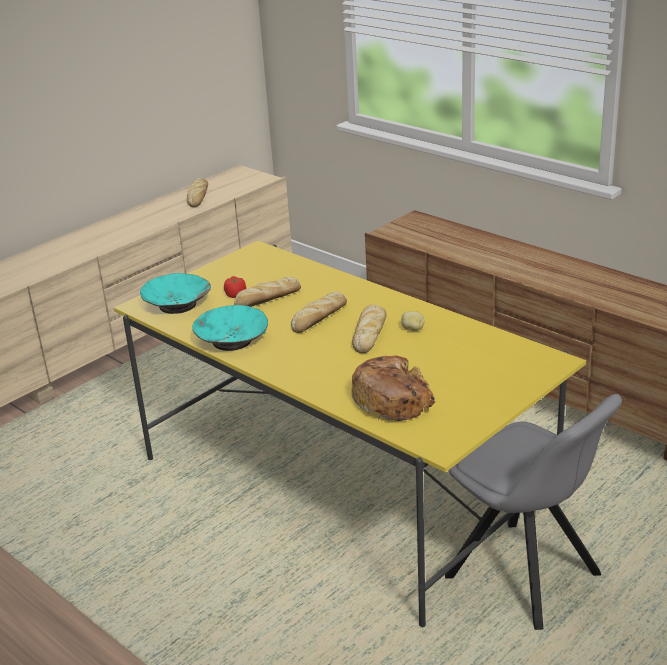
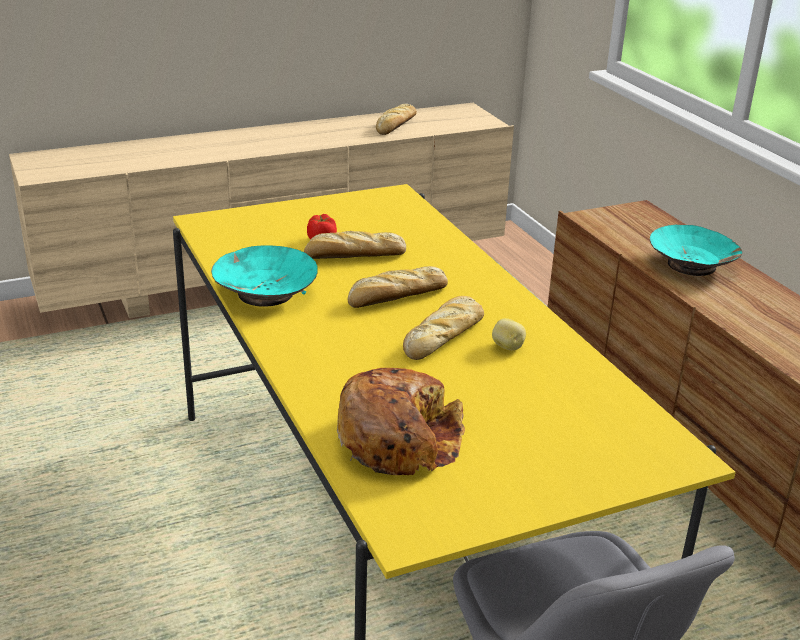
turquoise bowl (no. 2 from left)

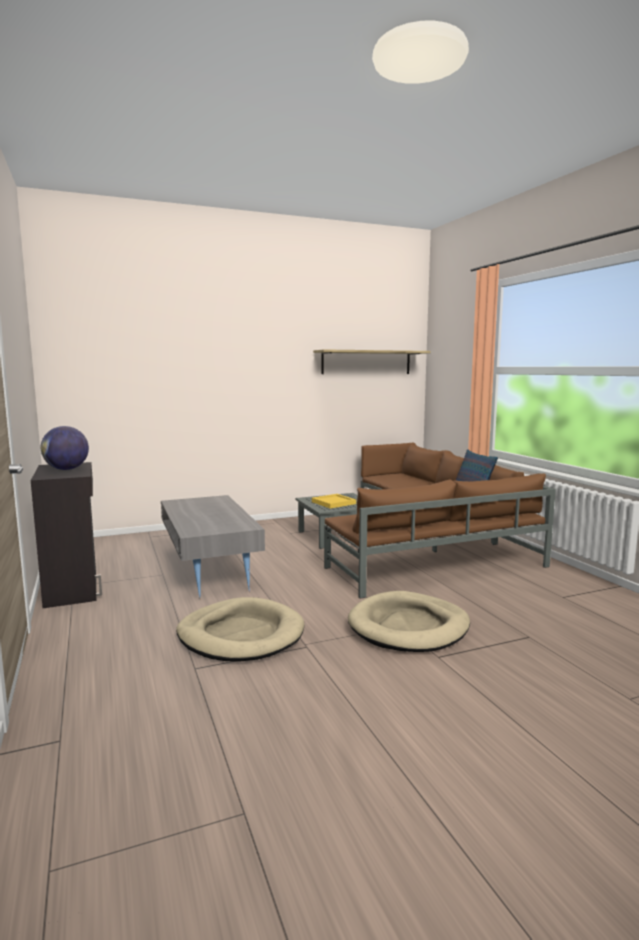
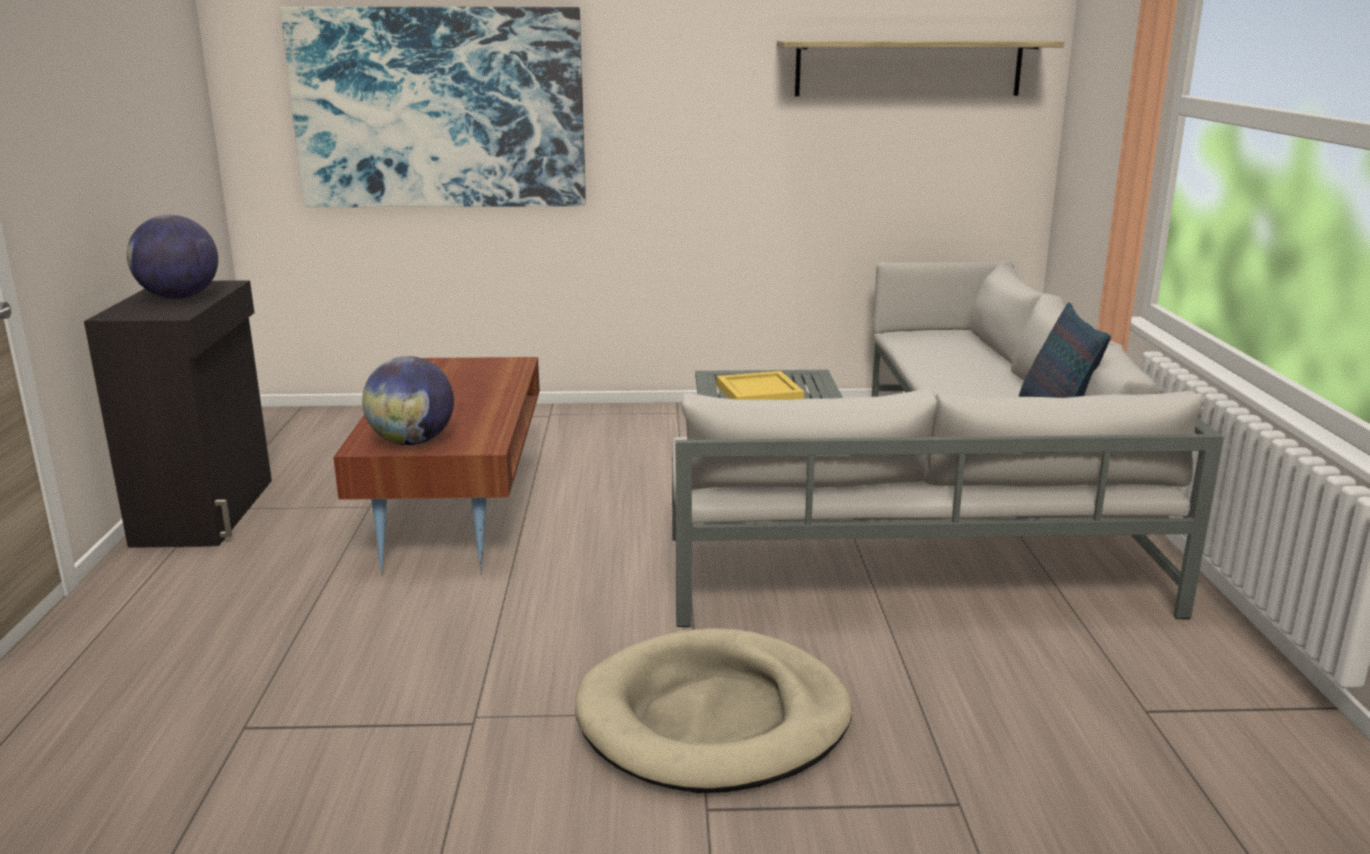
beige dog bed (no. 1 from left in the first image)
picture
globe (no. 2 from left)
brown coffee table
white sofa

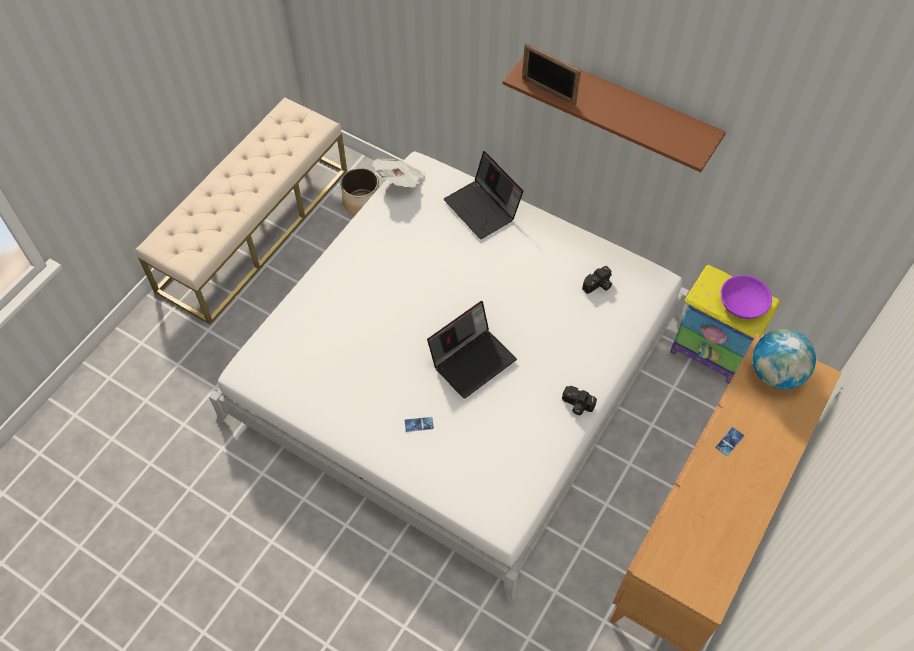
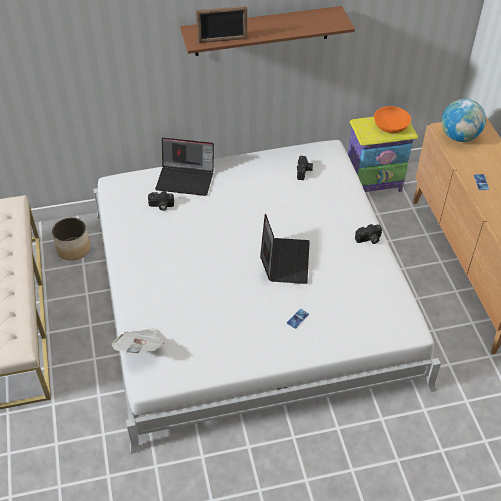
photo camera (no. 1 from left)
newspaper
orange bowl

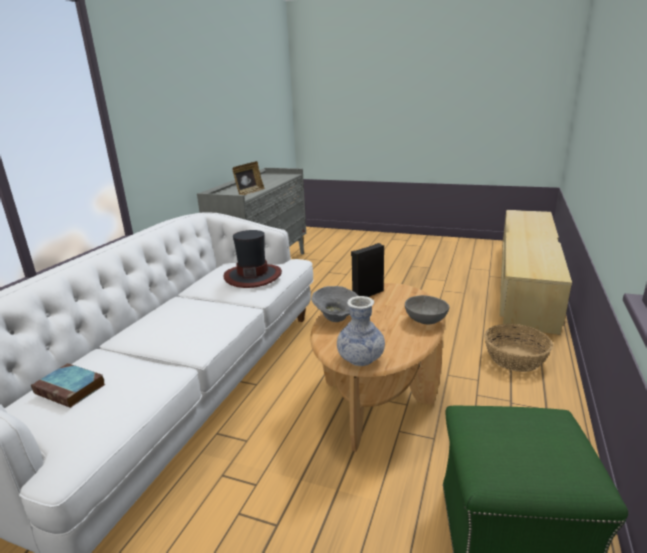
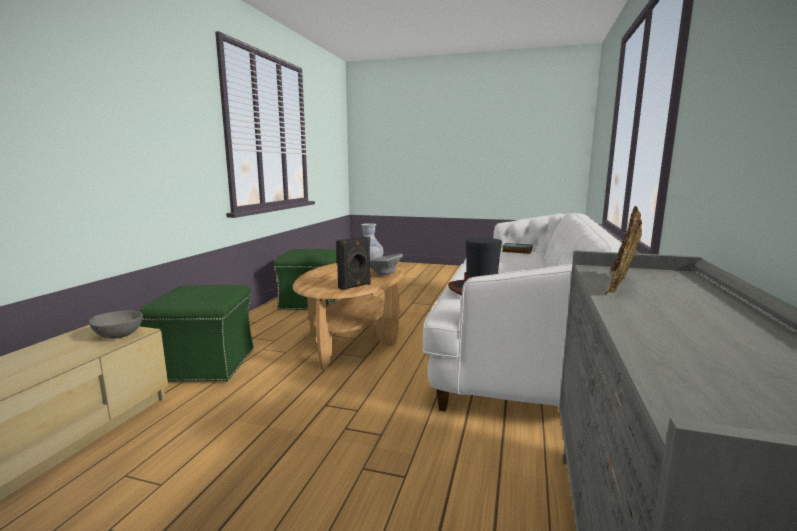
grey bowl (no. 1 from left)
green ottoman (no. 1 from left)

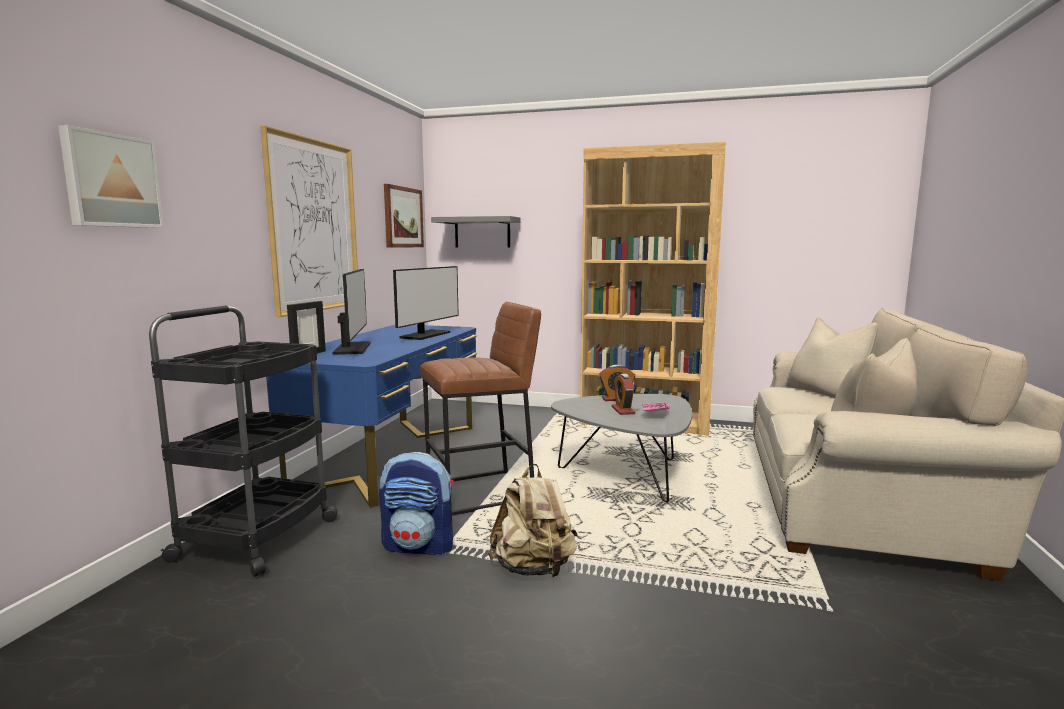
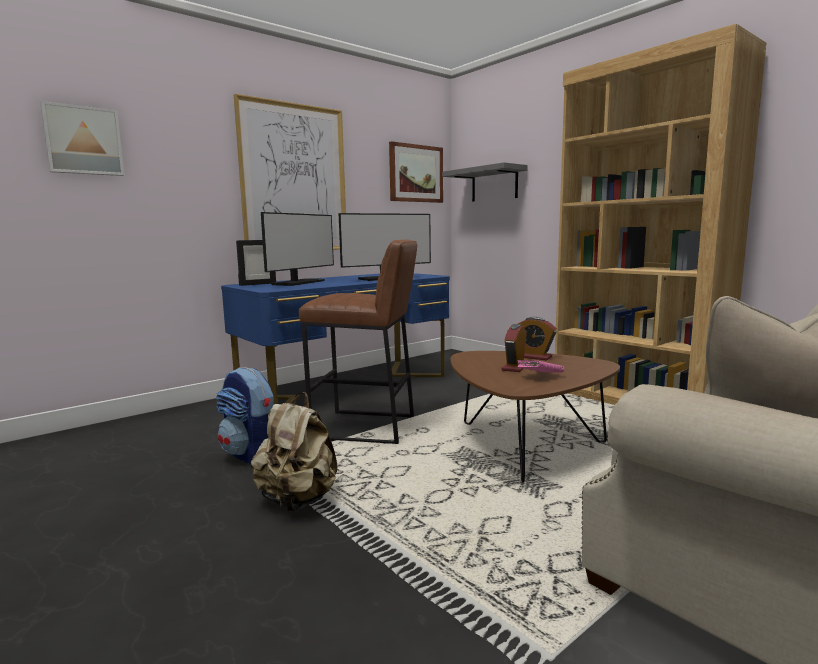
black cart
brown coffee table

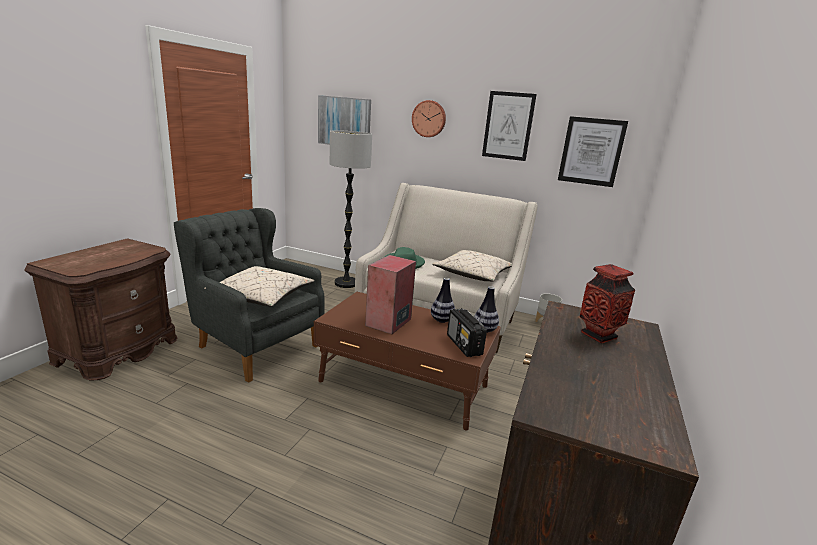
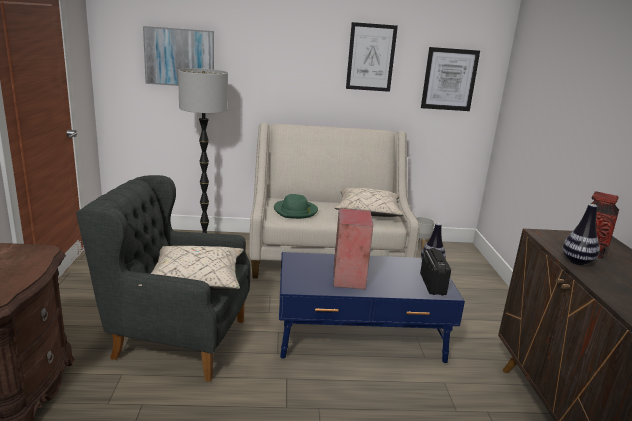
wall clock
vase (no. 2 from left)
blue coffee table
radio

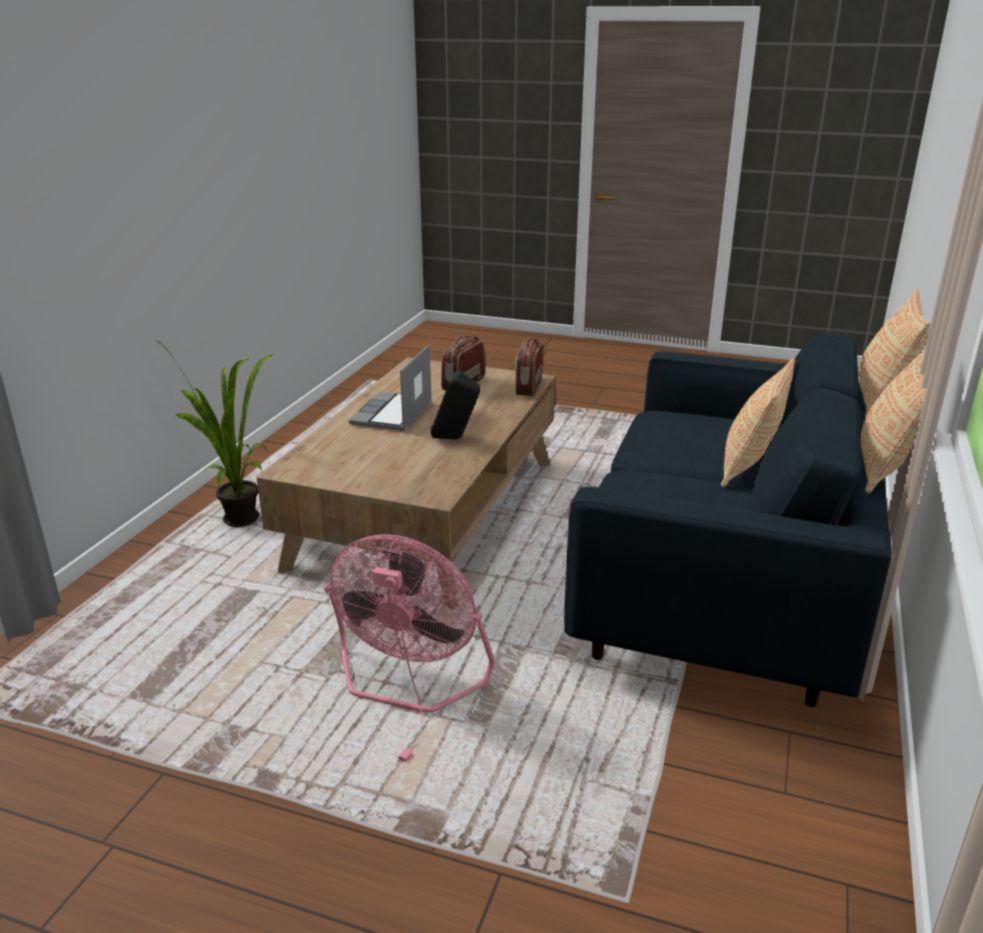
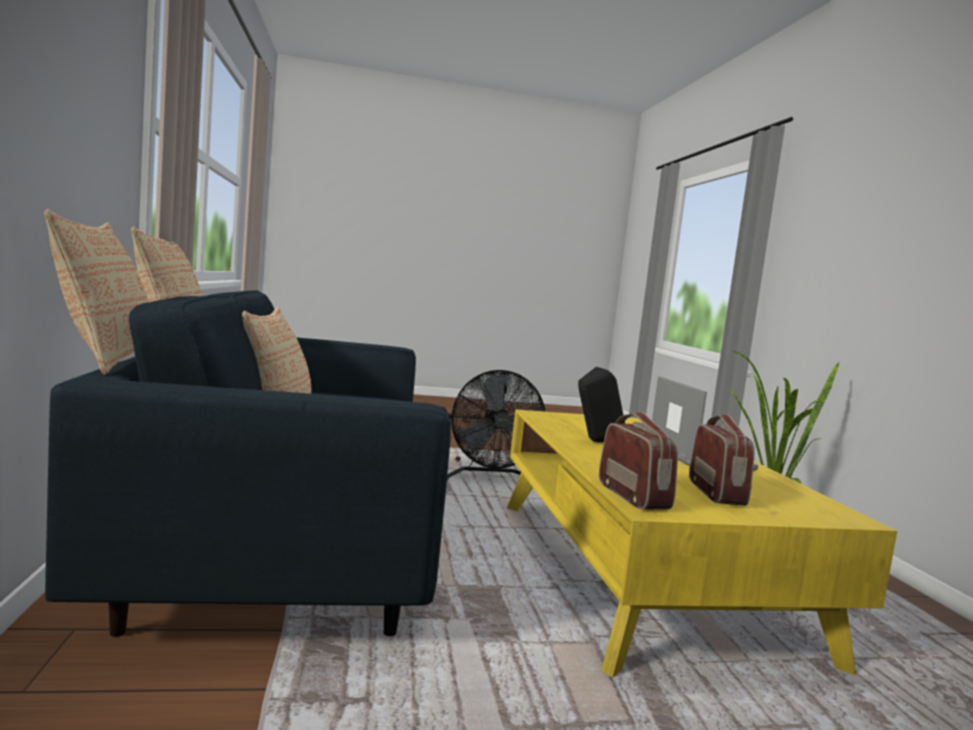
yellow coffee table
black fan

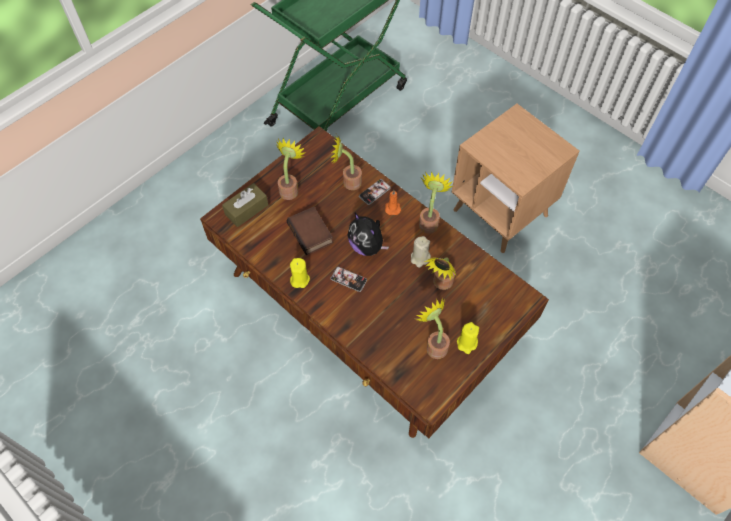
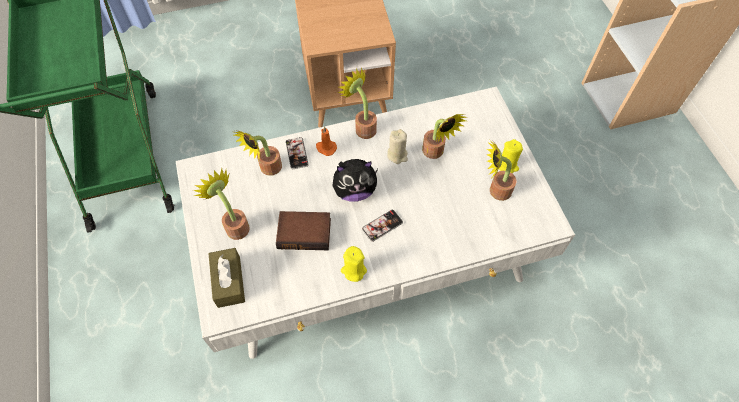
white coffee table

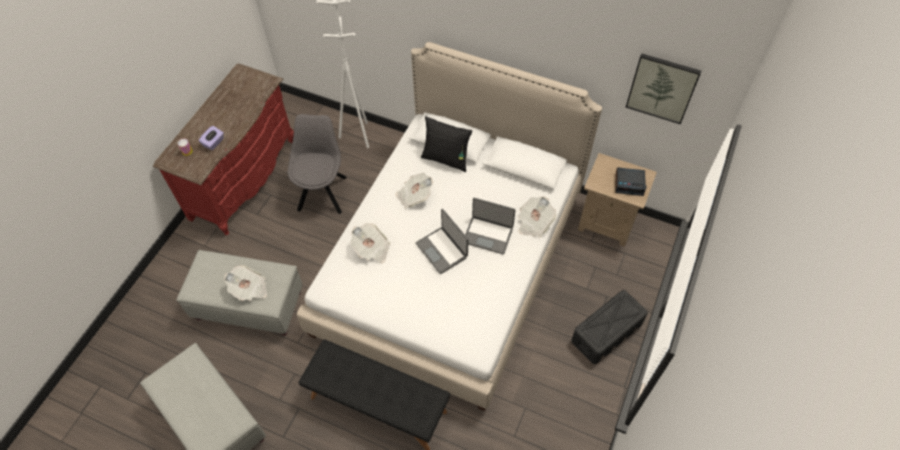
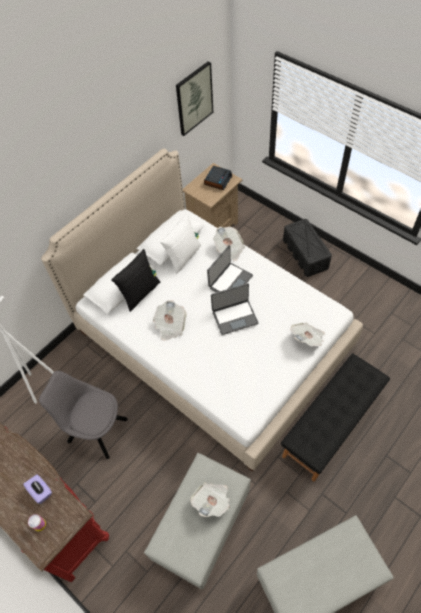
white pillow
newspaper (no. 4 from left)

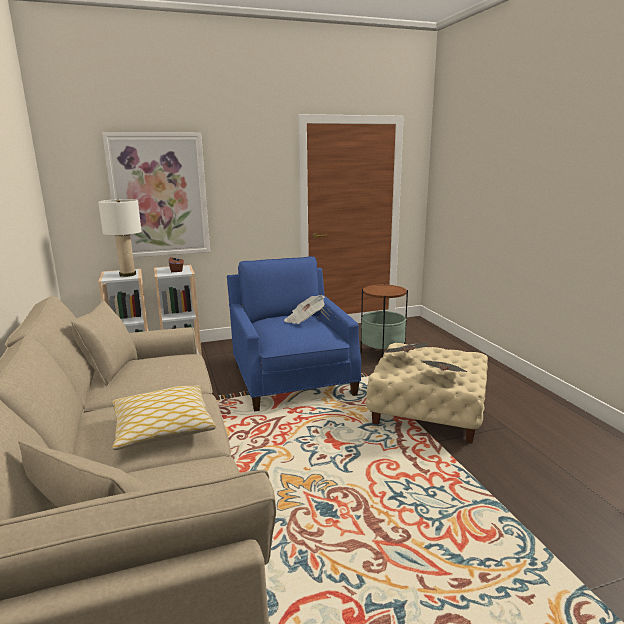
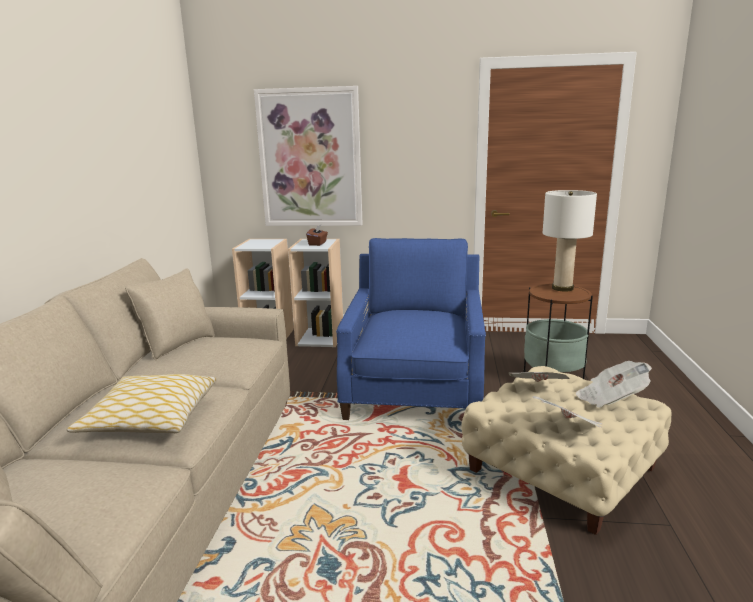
white table lamp
newspaper (no. 3 from left)

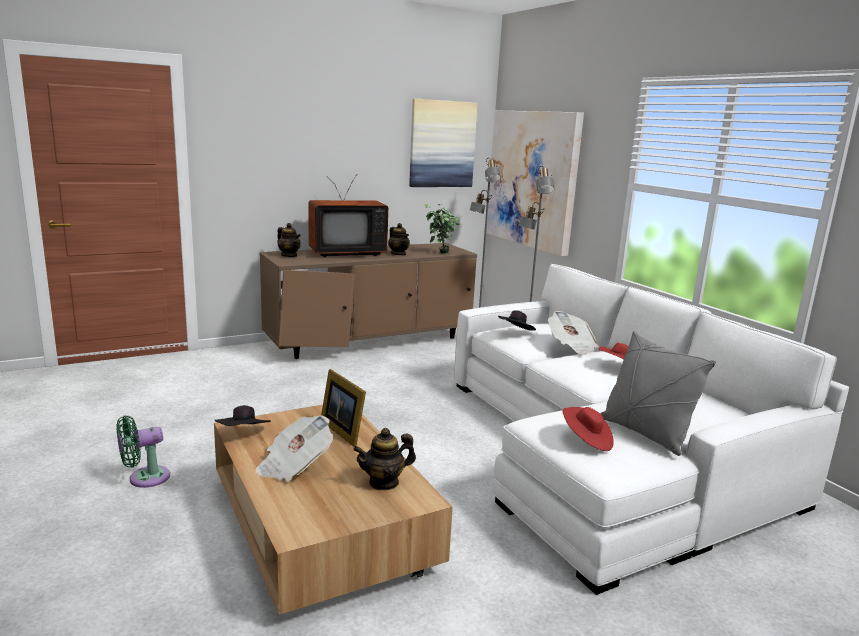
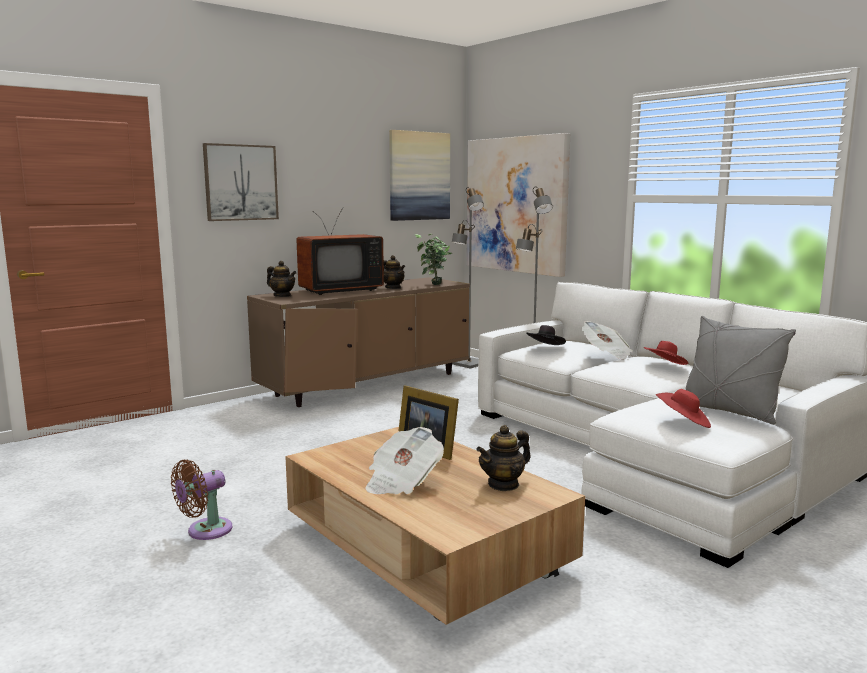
black hat (no. 1 from left in the first image)
picture (no. 1 from left)
brown fan

